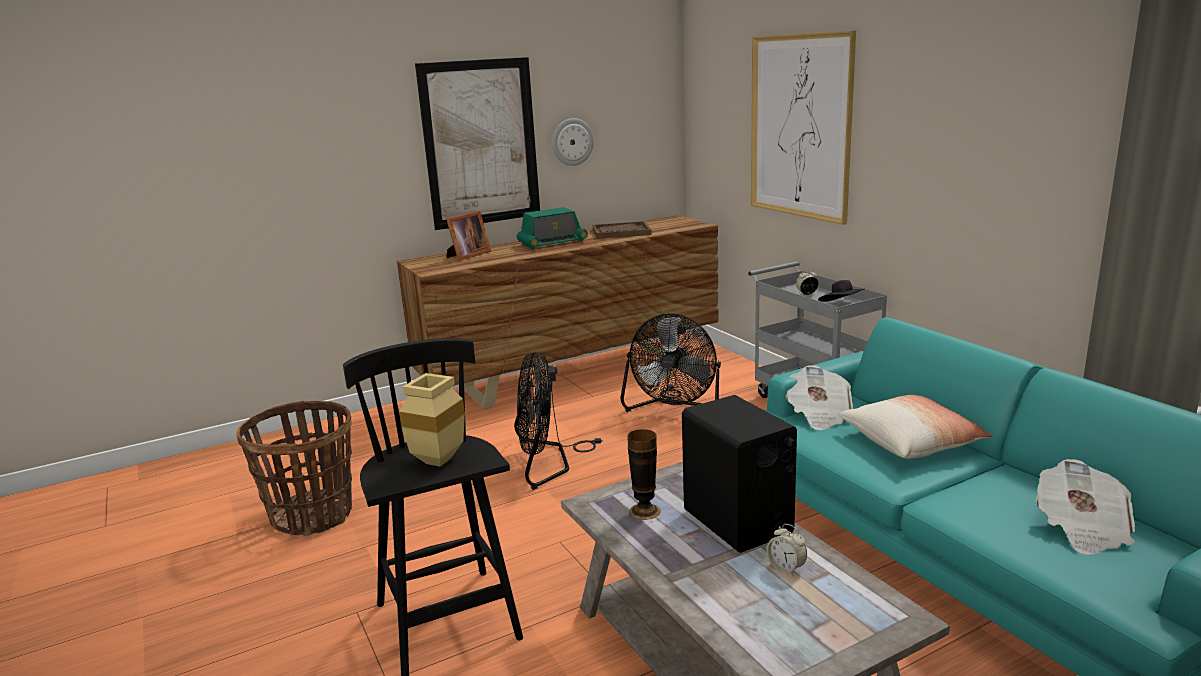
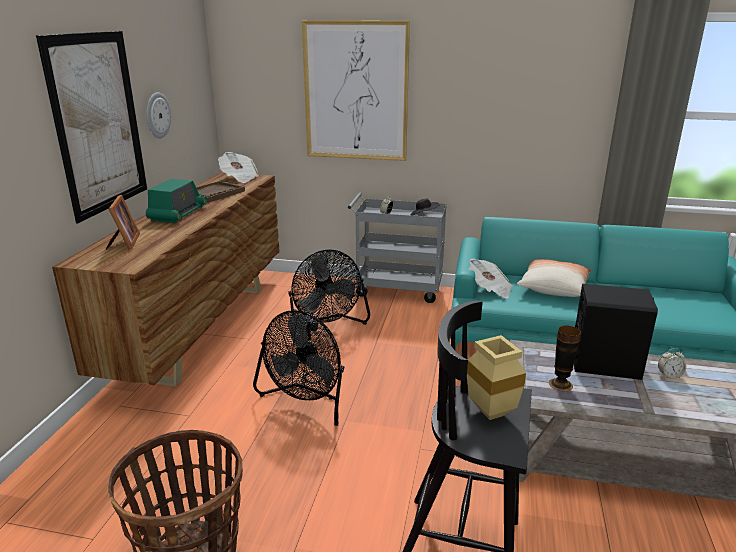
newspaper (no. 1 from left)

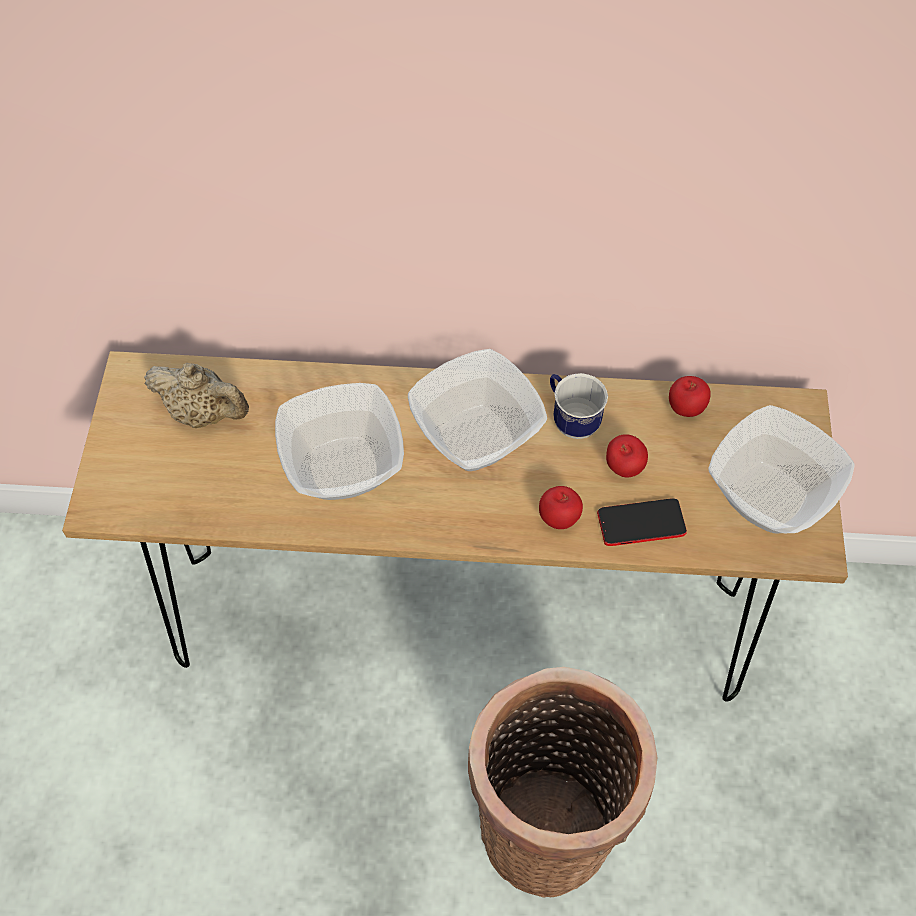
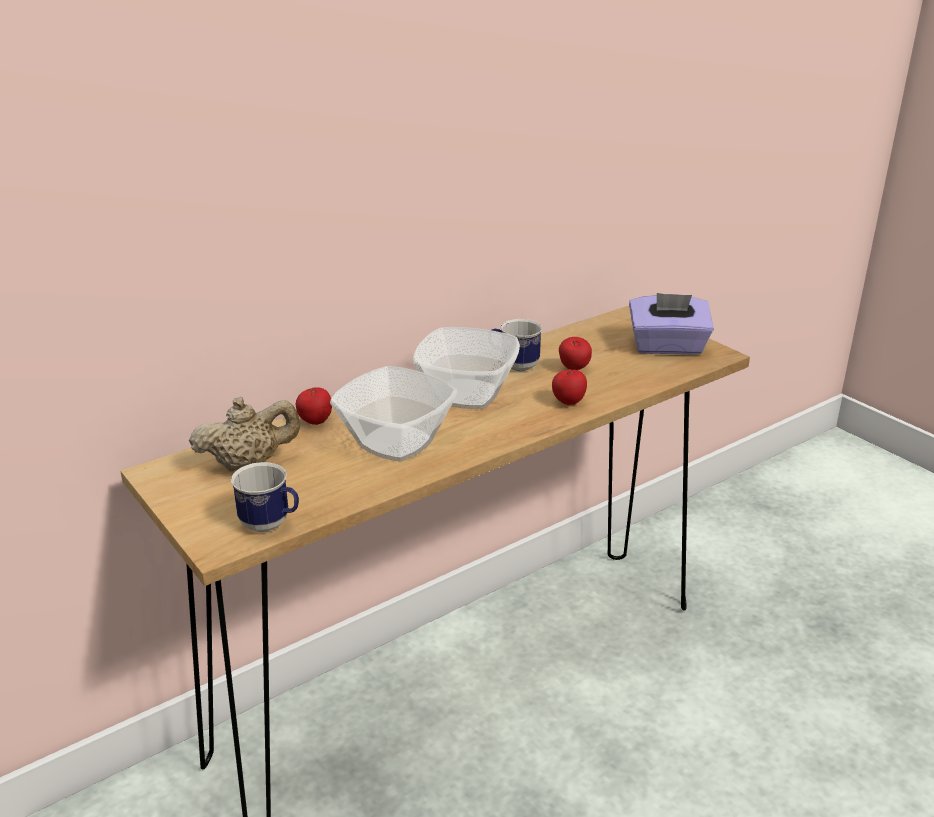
basket
phone
mug (no. 1 from left)
apple (no. 1 from left)
purple tissue box

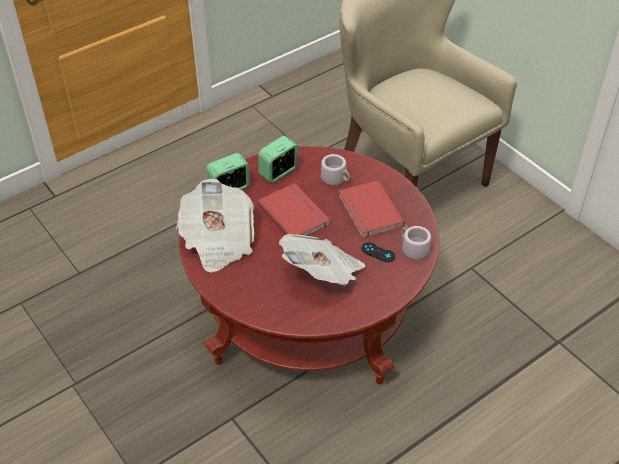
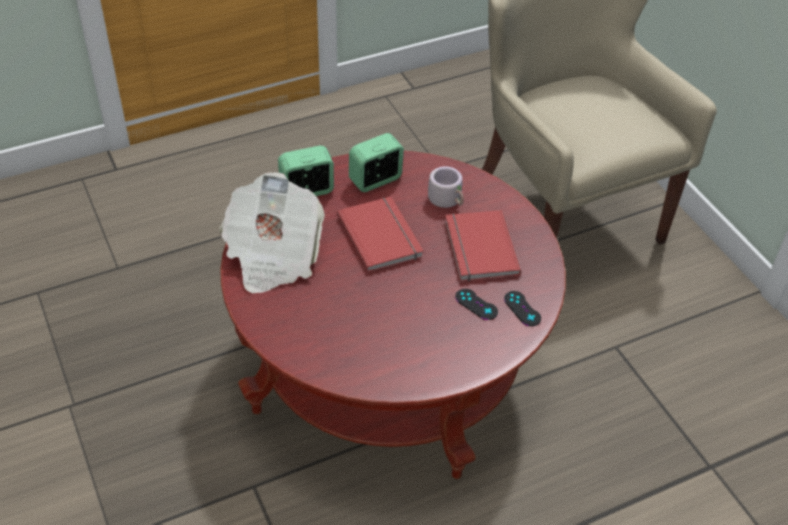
newspaper (no. 2 from left in the first image)
black game controller (no. 2 from left)

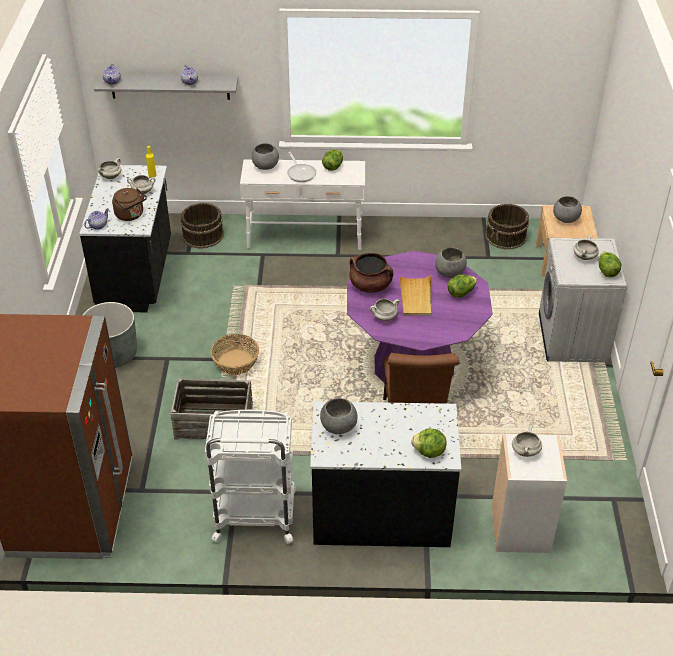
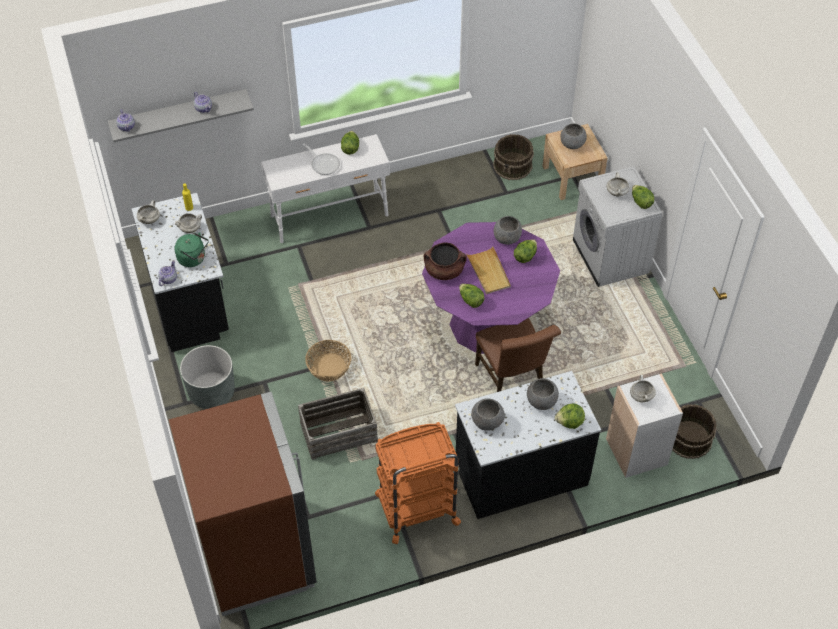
brown bucket (no. 2 from left)
grey bowl (no. 3 from left)
lettuce (no. 2 from left)
green kettle
orange cart

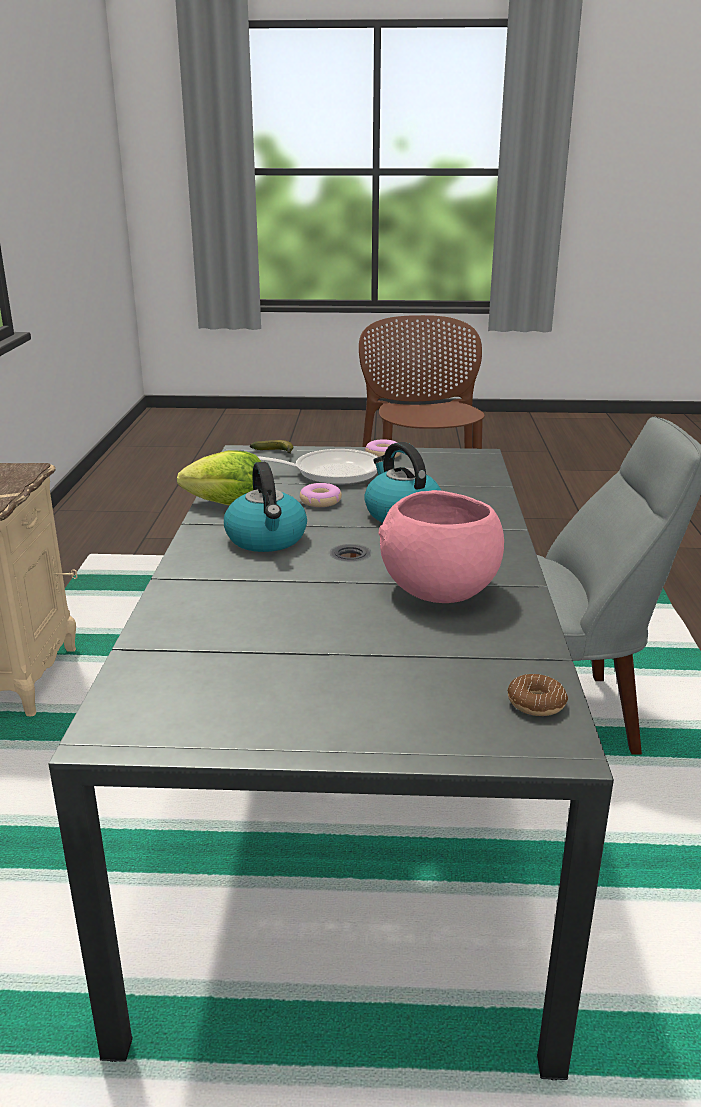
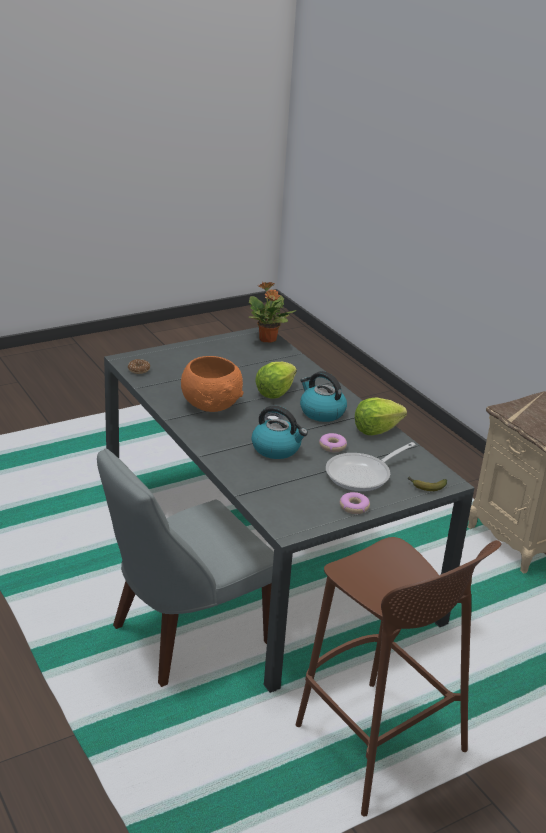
potted plant
lettuce (no. 1 from left)
orange bowl

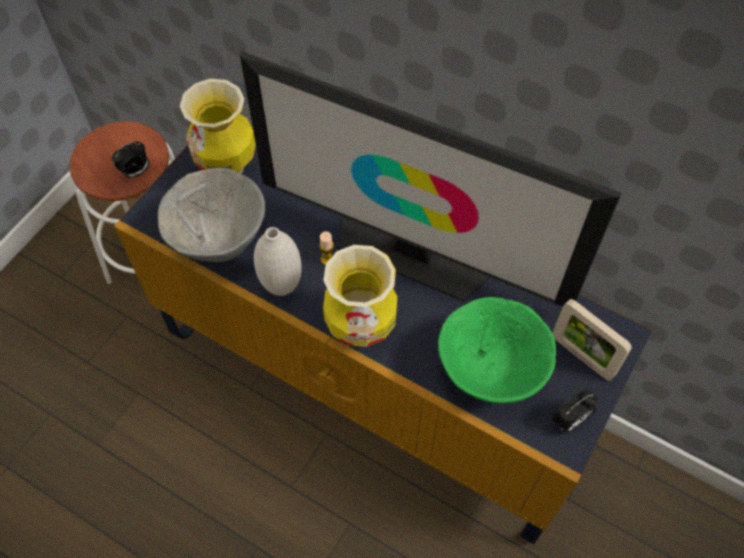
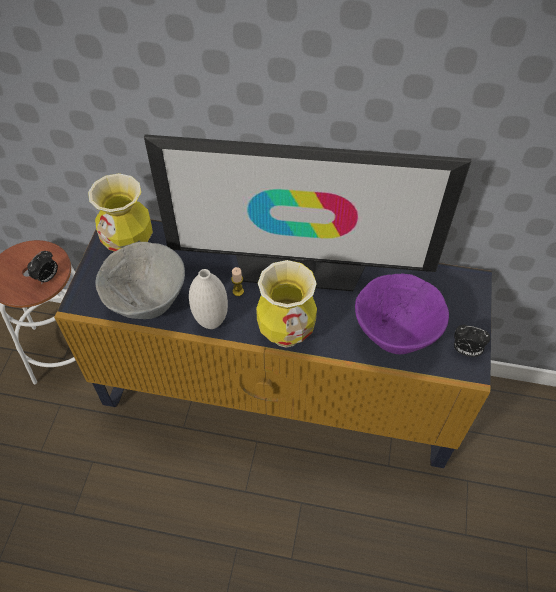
picture frame
purple bowl
alarm clock (no. 2 from left)

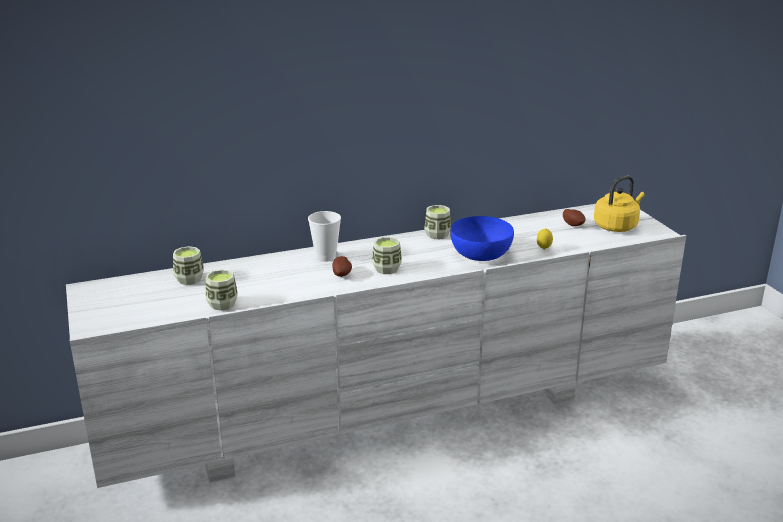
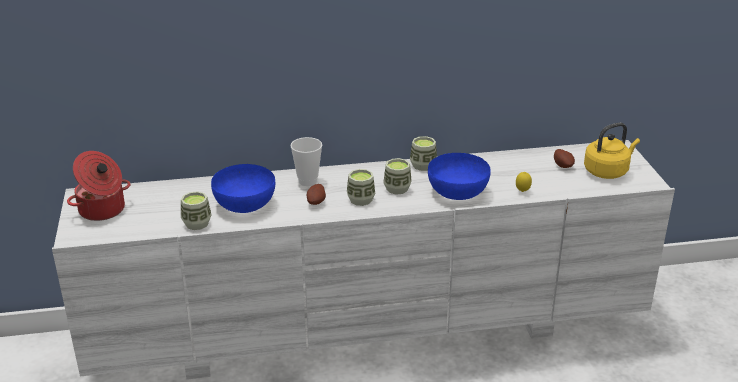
cooking pot
blue bowl (no. 1 from left)
cup (no. 4 from left)

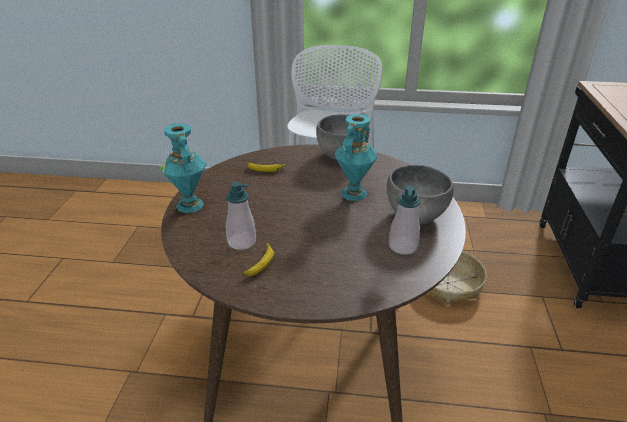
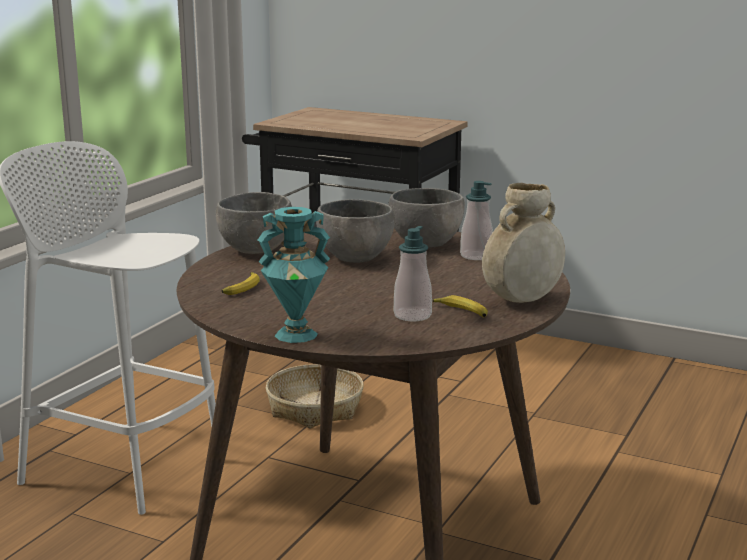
beige vase
grey bowl (no. 2 from left)

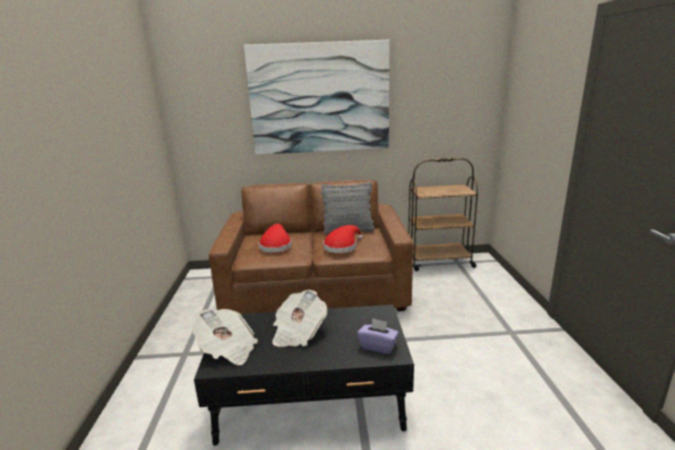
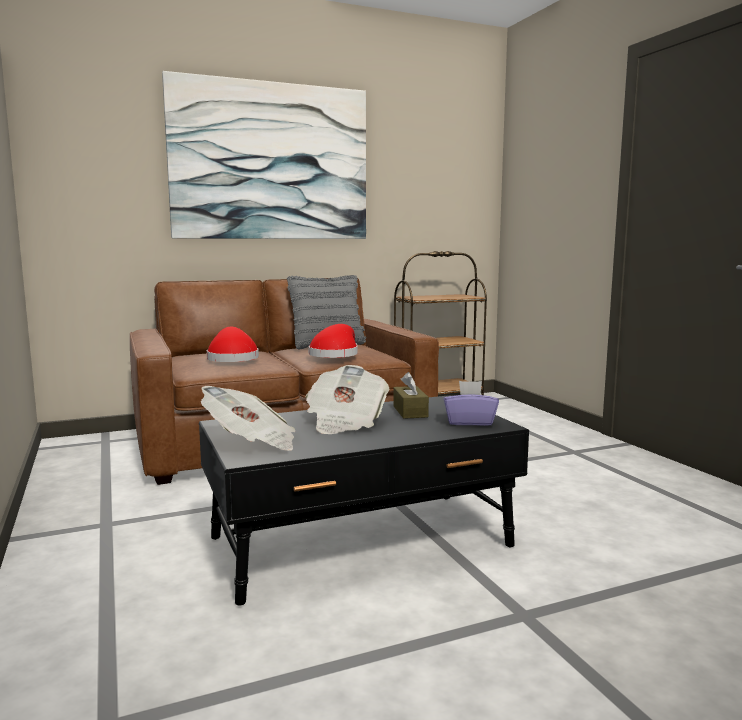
brown tissue box

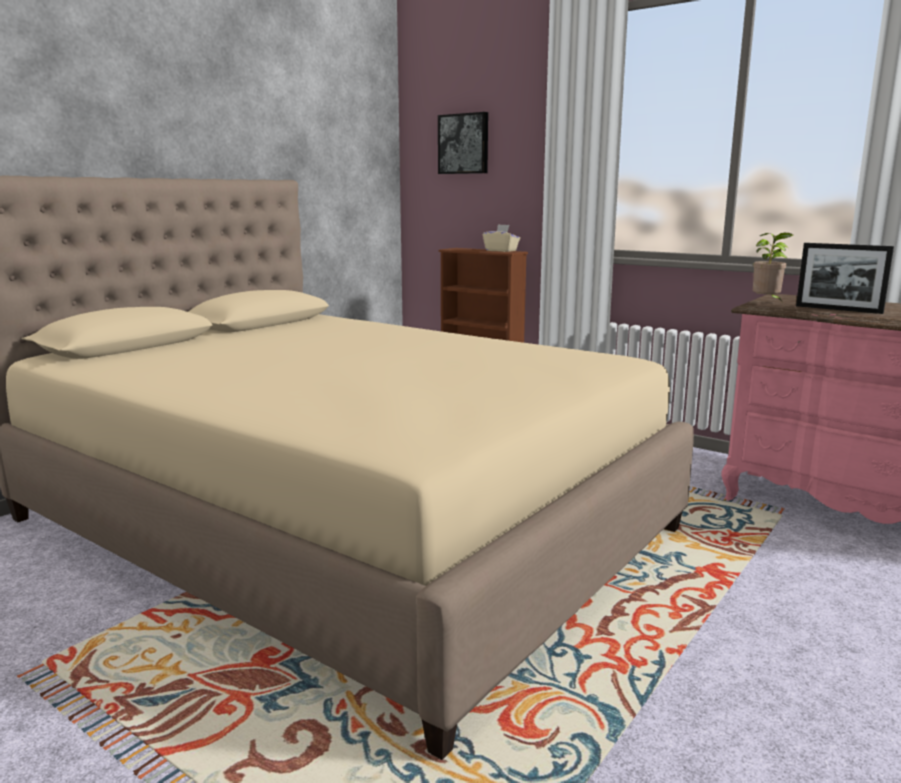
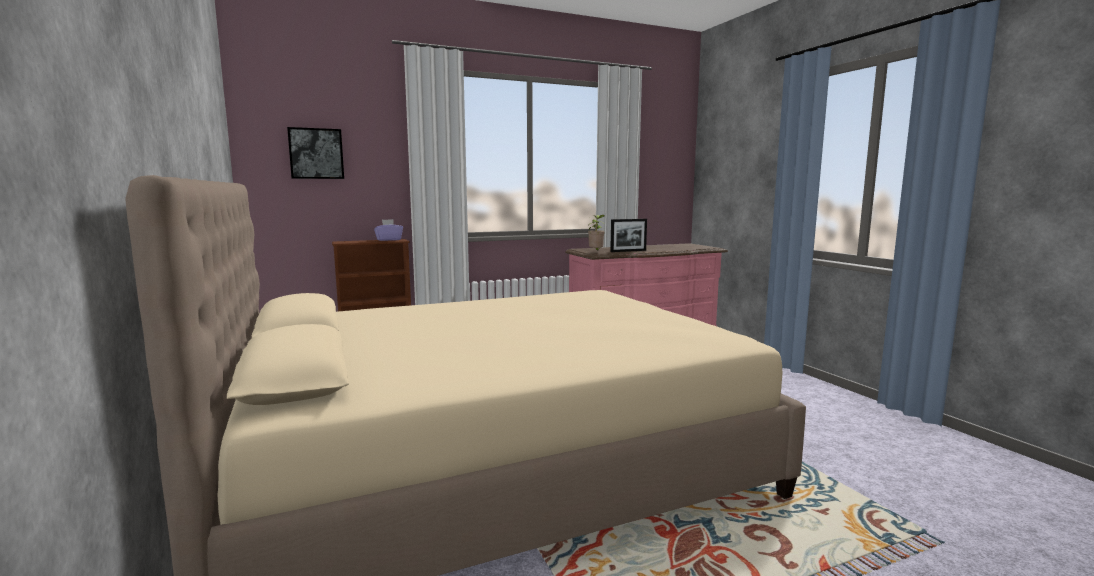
purple tissue box

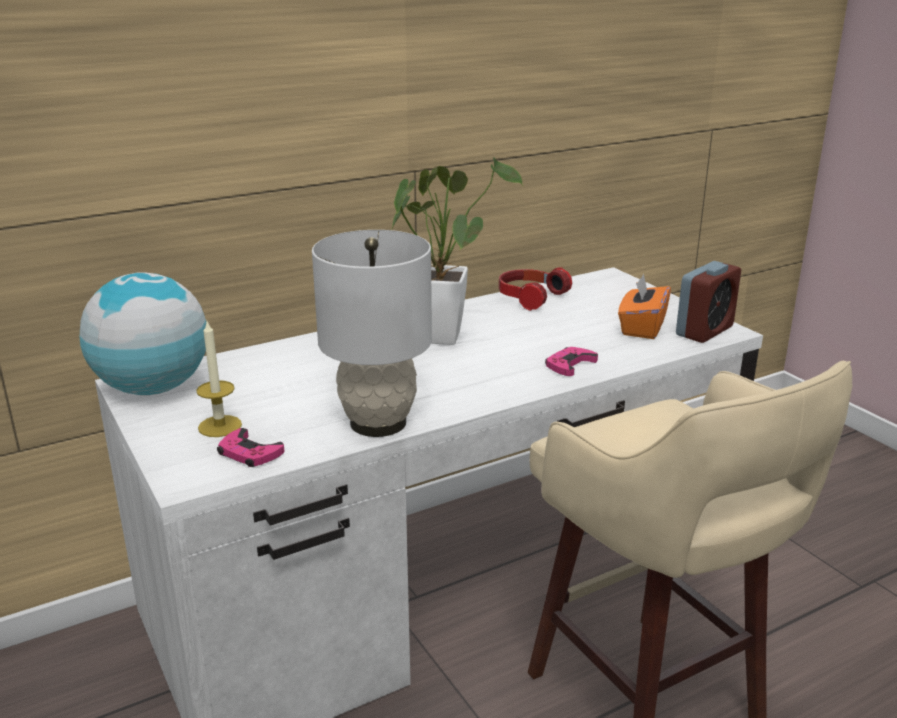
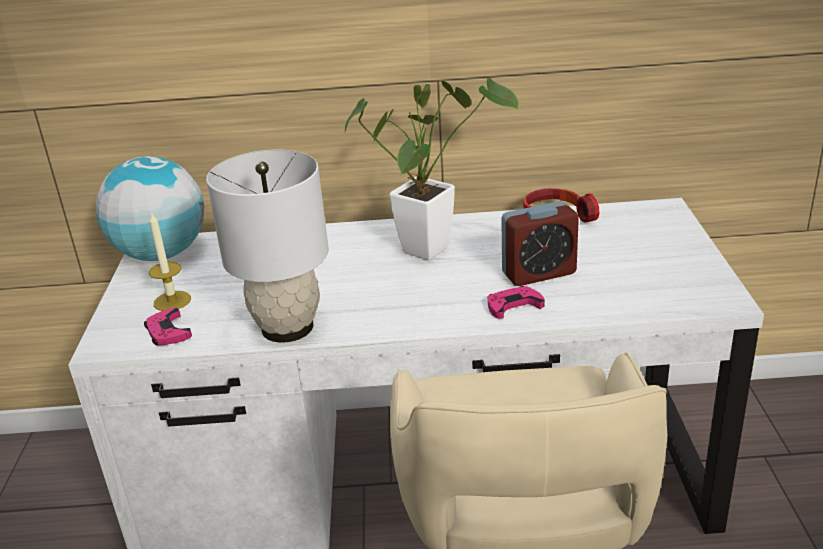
orange tissue box
alarm clock

